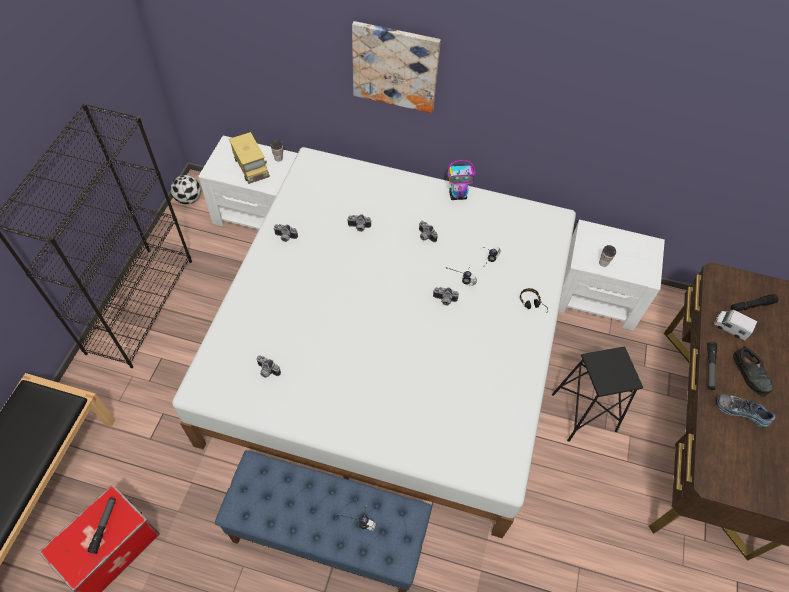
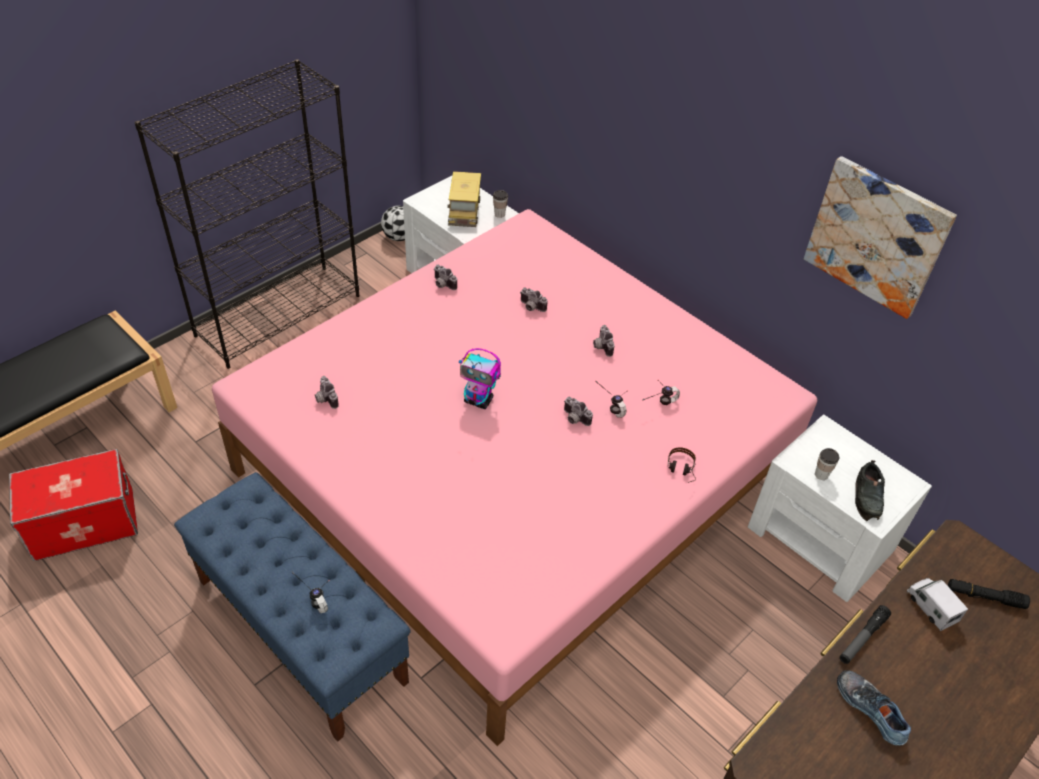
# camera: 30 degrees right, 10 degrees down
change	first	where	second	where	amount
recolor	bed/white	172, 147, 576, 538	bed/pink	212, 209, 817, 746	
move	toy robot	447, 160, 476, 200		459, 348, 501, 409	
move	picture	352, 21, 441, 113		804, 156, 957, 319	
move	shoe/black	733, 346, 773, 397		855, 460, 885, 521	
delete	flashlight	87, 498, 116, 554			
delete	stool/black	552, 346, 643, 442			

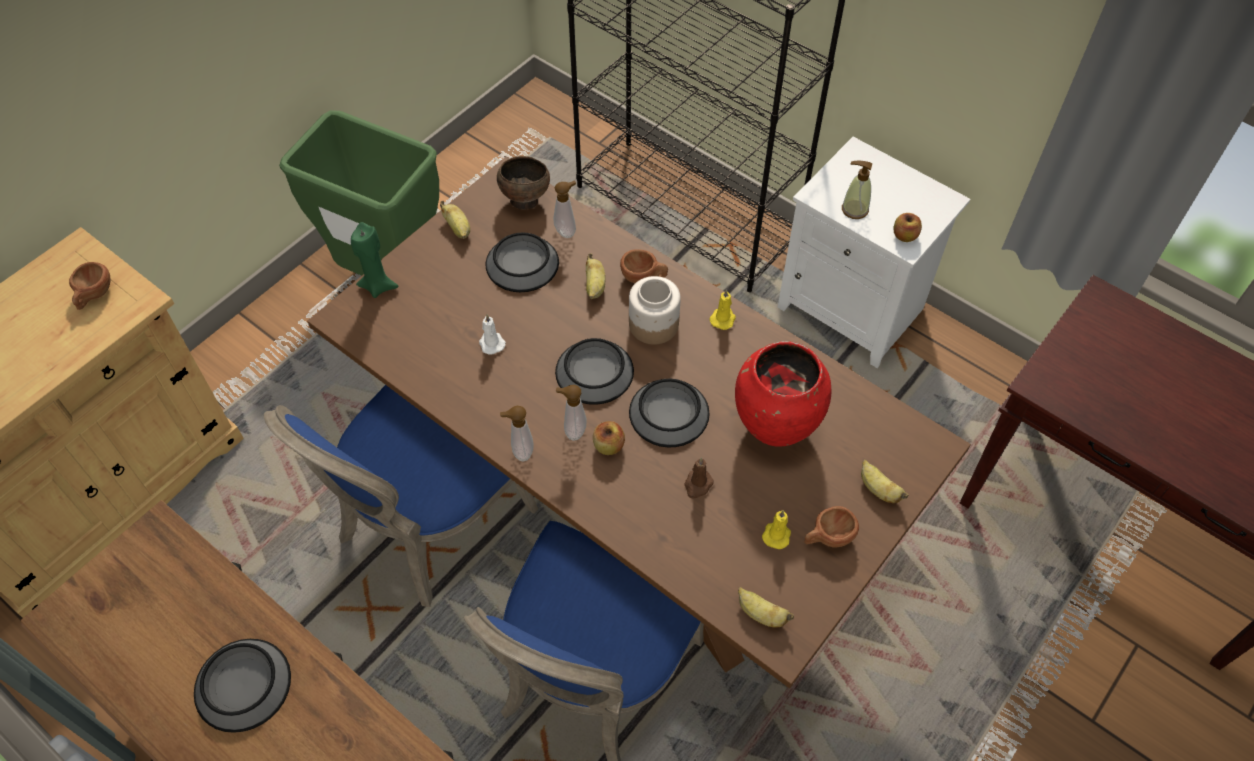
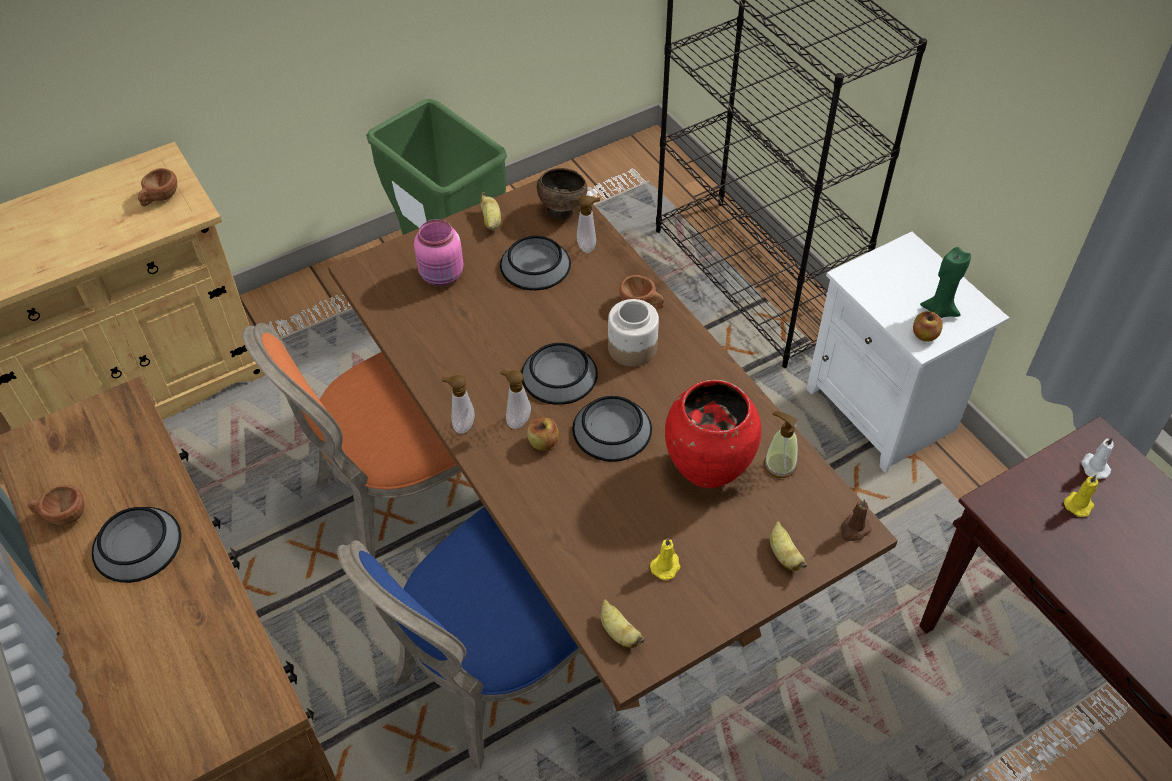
# camera: 20 degrees right, 5 degrees down
change	first	where	second	where	amount
move	cup/brown	804, 506, 859, 547		27, 485, 84, 525	
recolor	chair/blue	264, 385, 538, 607	chair/orange	242, 323, 461, 558	
insert			jar/pink	414, 219, 463, 286	
move	soap dispenser	842, 160, 872, 219		764, 411, 798, 478	
move	candle/brown	684, 457, 714, 499		841, 499, 871, 541	
move	candle/green	351, 222, 398, 298		920, 247, 971, 318	
move	candle/yellow	710, 289, 736, 330		1064, 475, 1098, 517	
move	candle/white	479, 315, 506, 355		1081, 437, 1114, 479	
delete	banana	586, 253, 606, 299			

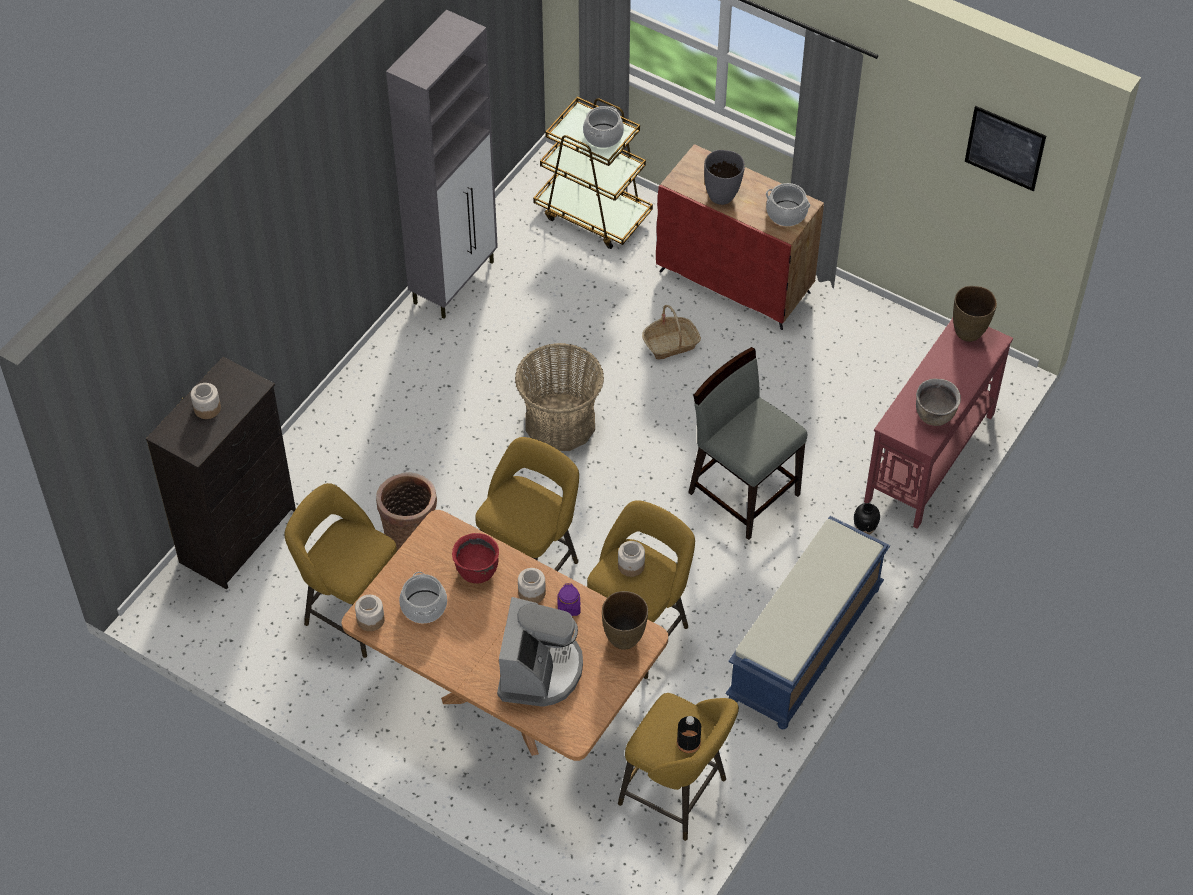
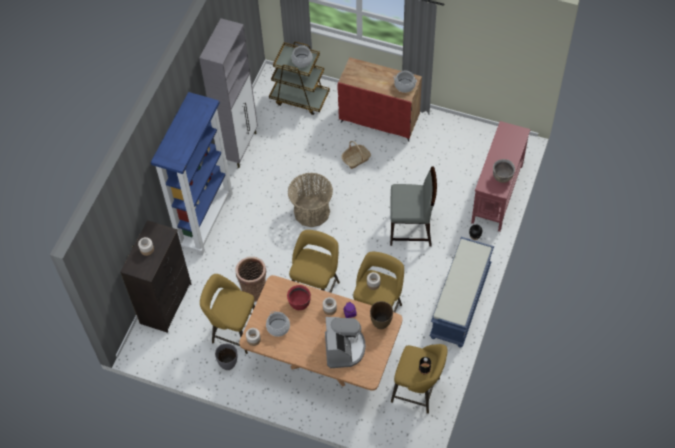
# camera: 10 degrees left, 5 degrees up
change	first	where	second	where	amount
insert			bookcase/blue	151, 92, 233, 256	
move	vase/grey	704, 150, 745, 205		215, 344, 237, 370	
rotate	chair/grey	688, 347, 807, 540		390, 166, 437, 246	150 degrees clockwise
delete	vase/brown	953, 286, 997, 342			
delete	picture	965, 106, 1046, 191			

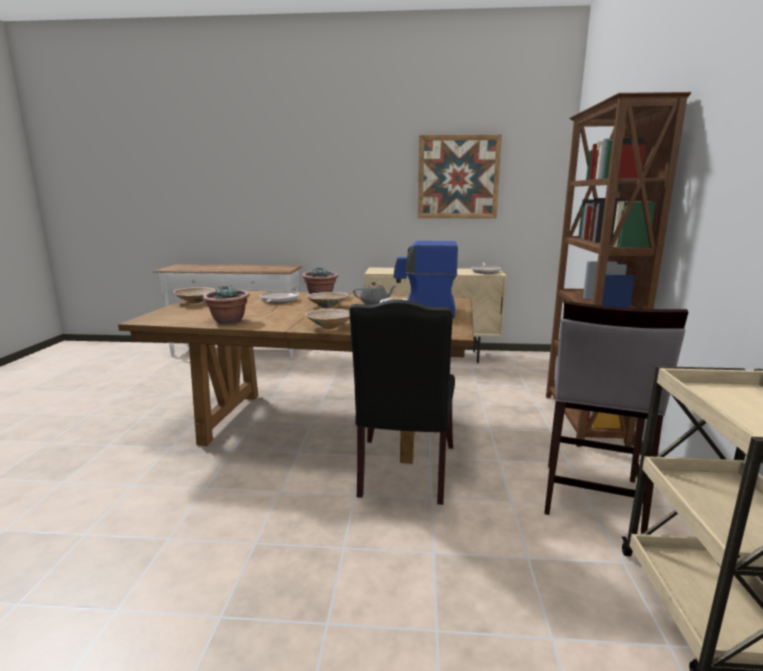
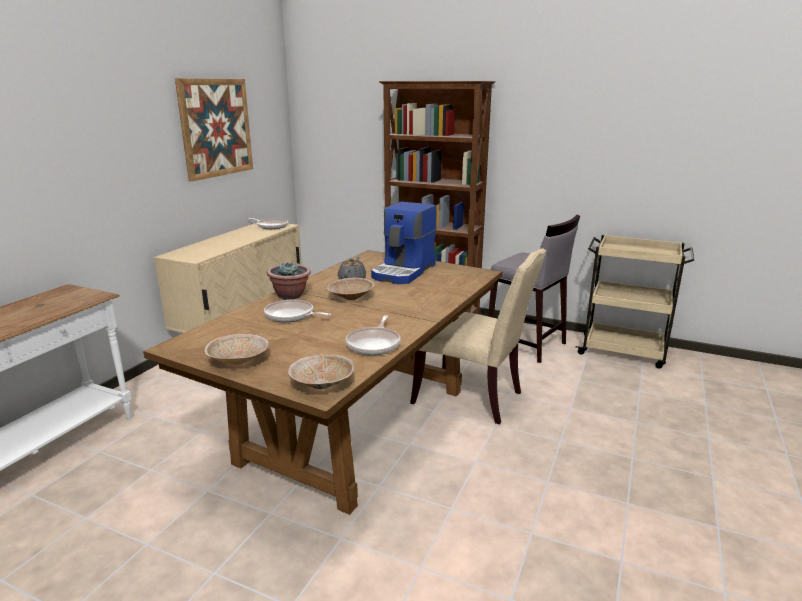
# camera: 70 degrees left, 5 degrees up
change	first	where	second	where	amount
move	bowl/beige	305, 309, 350, 329		288, 354, 354, 389	
replace	potted plant	203, 285, 250, 324	frying pan	346, 315, 401, 355	
recolor	chair/black	349, 300, 455, 505	chair/beige	410, 248, 546, 425	

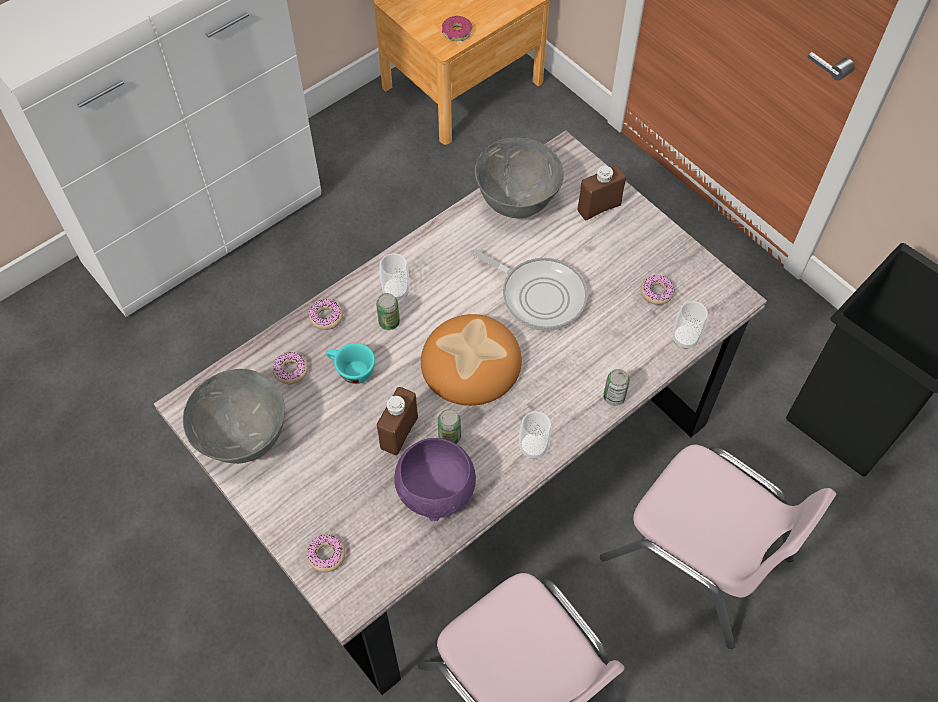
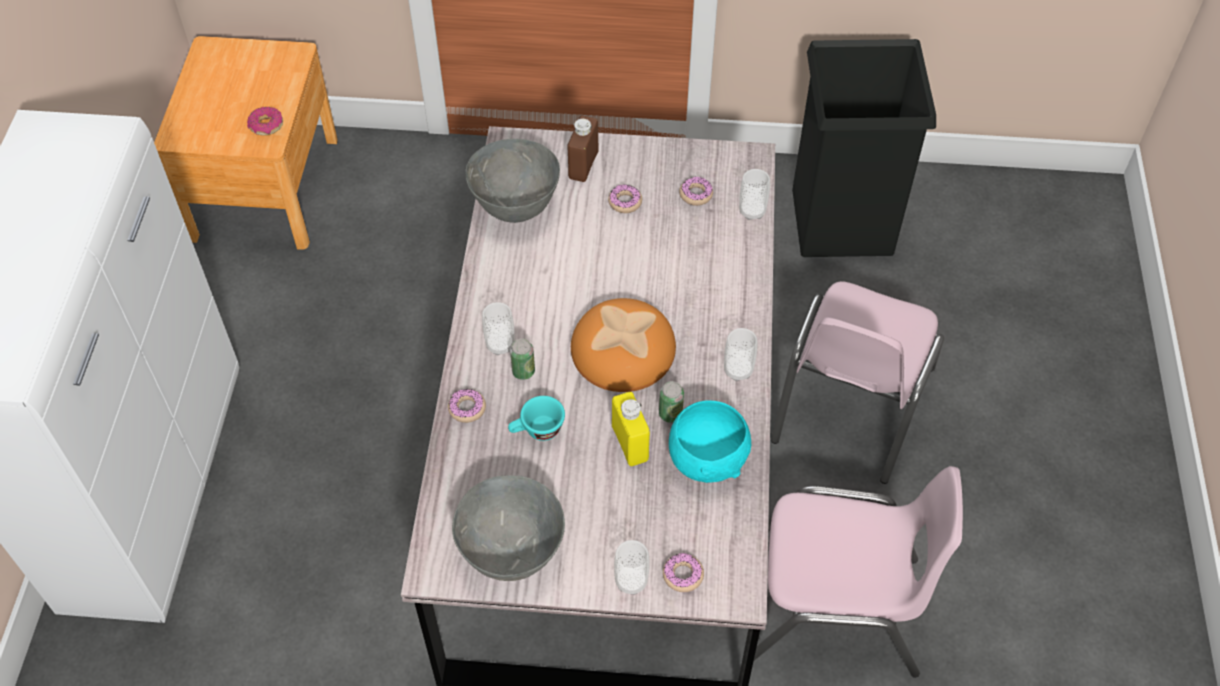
# camera: 45 degrees left, 5 degrees down
change	first	where	second	where	amount
move	donut	273, 352, 308, 384		608, 184, 642, 213	
recolor	bottle/brown	377, 387, 418, 455	bottle/yellow	612, 392, 650, 466	
insert			cup	614, 540, 650, 595	
recolor	bowl/purple	394, 438, 476, 521	bowl/turquoise	669, 400, 751, 483	
rotate	chair/pink	600, 445, 836, 649		771, 281, 944, 484	120 degrees clockwise
delete	frying pan	470, 249, 588, 331			
delete	can	603, 369, 630, 406			

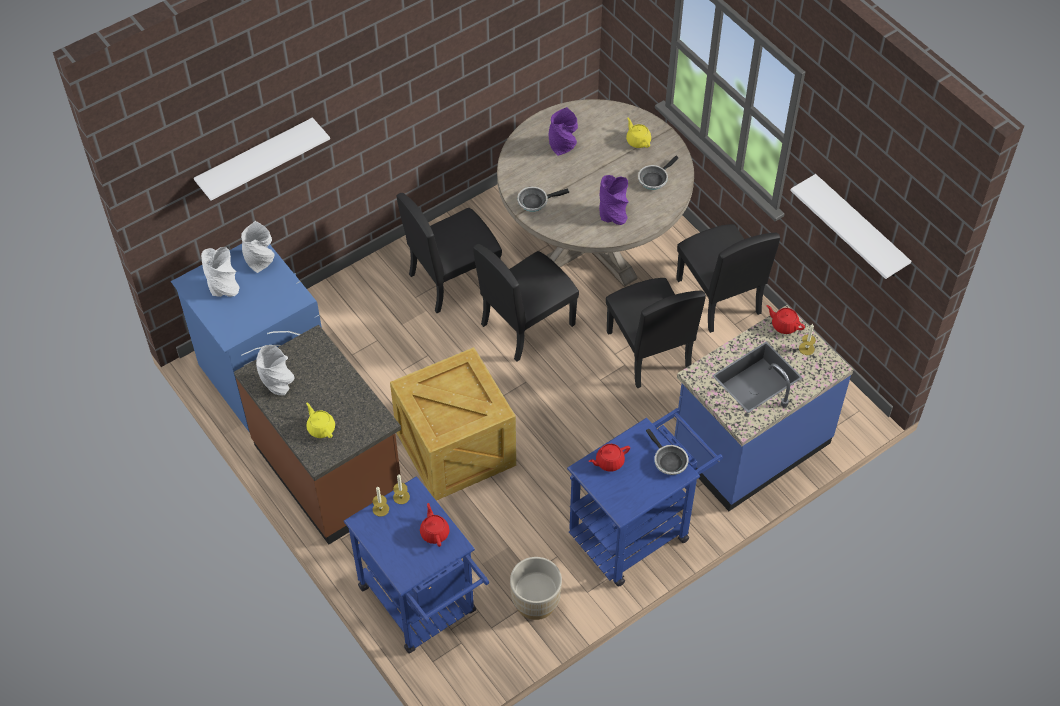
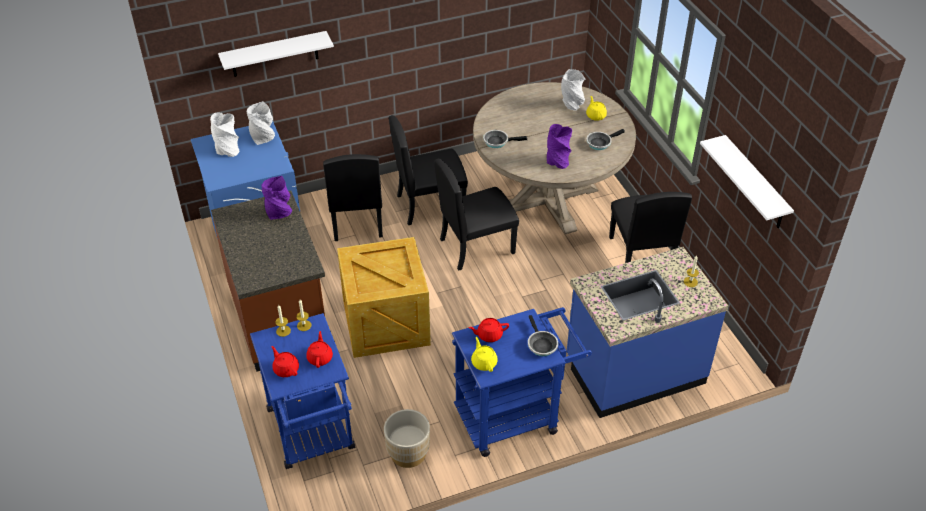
# camera: 15 degrees right, 10 degrees down
change	first	where	second	where	amount
move	vase/purple	549, 107, 578, 156		261, 176, 292, 220	
move	teapot/red	766, 305, 805, 334		271, 346, 299, 377	
move	chair/black	606, 278, 706, 388		323, 154, 383, 241	
move	teapot/yellow	306, 403, 335, 438		471, 337, 498, 372	
move	vase/grey	256, 345, 294, 395		561, 69, 585, 111	

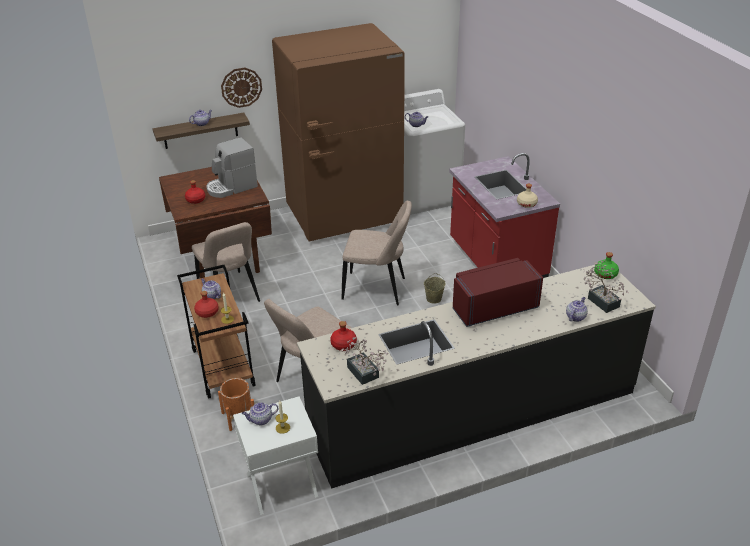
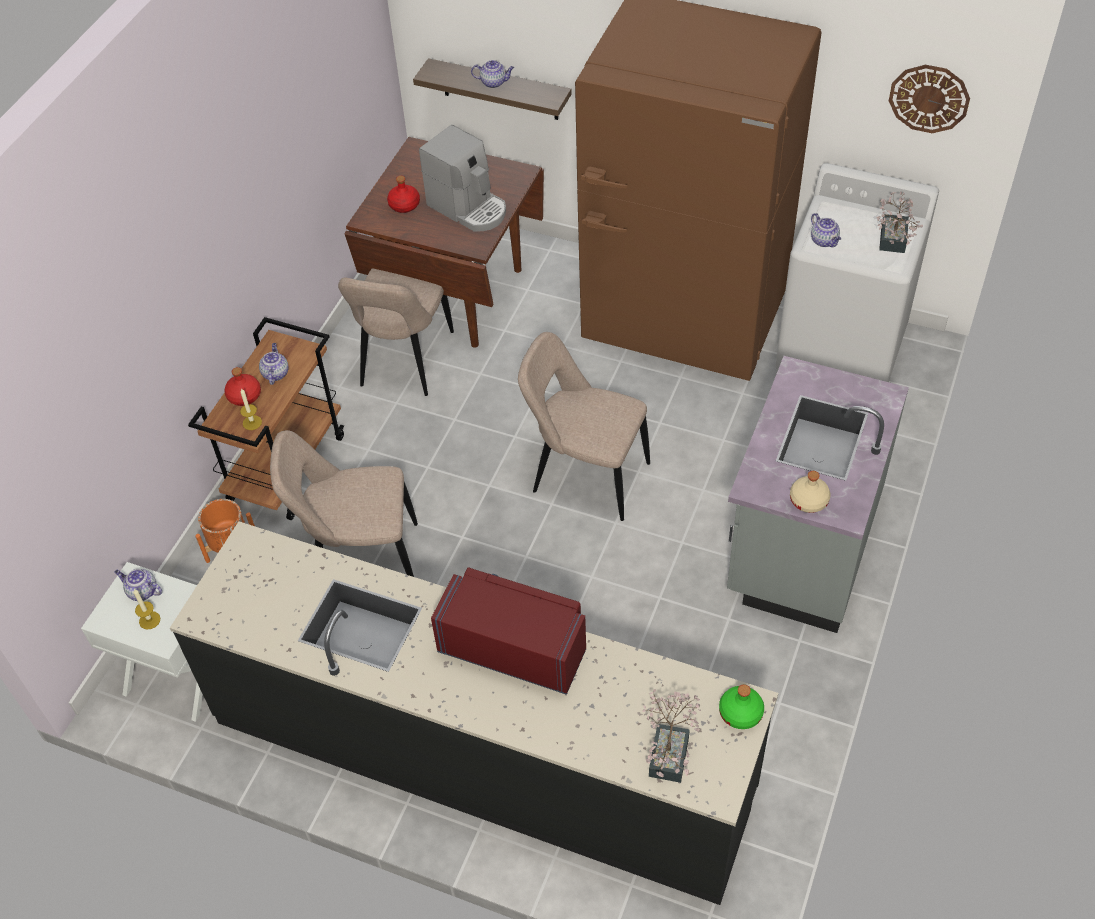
# camera: 45 degrees right, 15 degrees up
change	first	where	second	where	amount
rotate	coffee machine	206, 137, 258, 198		419, 125, 506, 232	150 degrees counterclockwise
rotate	chair/beige	342, 201, 412, 305		518, 332, 650, 521	150 degrees clockwise
recolor	counter/red	449, 153, 560, 278	counter/grey	727, 356, 909, 633	
move	potted plant	341, 337, 389, 385		876, 191, 923, 253	
move	wall clock	221, 68, 262, 108		889, 65, 970, 133	
delete	bottle/red	330, 321, 357, 351			
delete	bucket/beige	424, 273, 446, 304			
delete	teapot	566, 297, 588, 322			

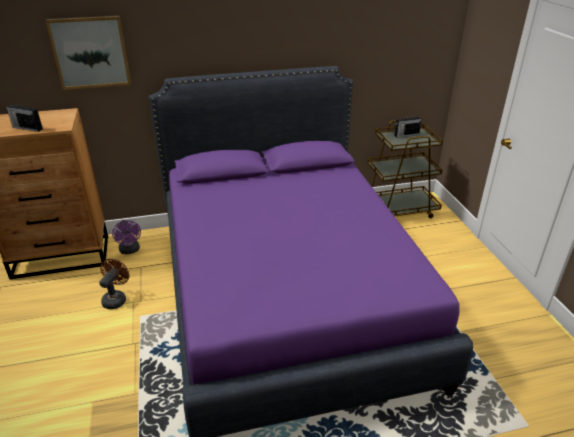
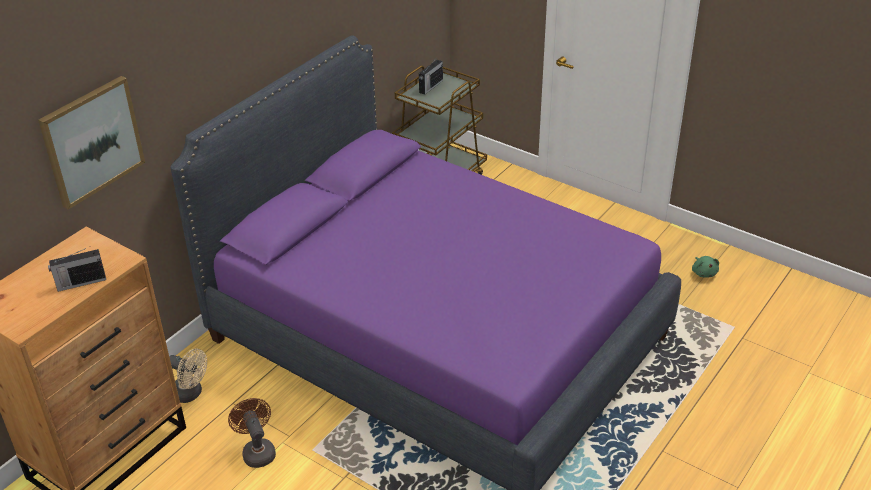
# camera: 40 degrees left, 5 degrees up
change	first	where	second	where	amount
recolor	fan/purple	112, 220, 141, 254	fan/beige	169, 349, 207, 403	
insert			plush toy/green	692, 256, 719, 278	

